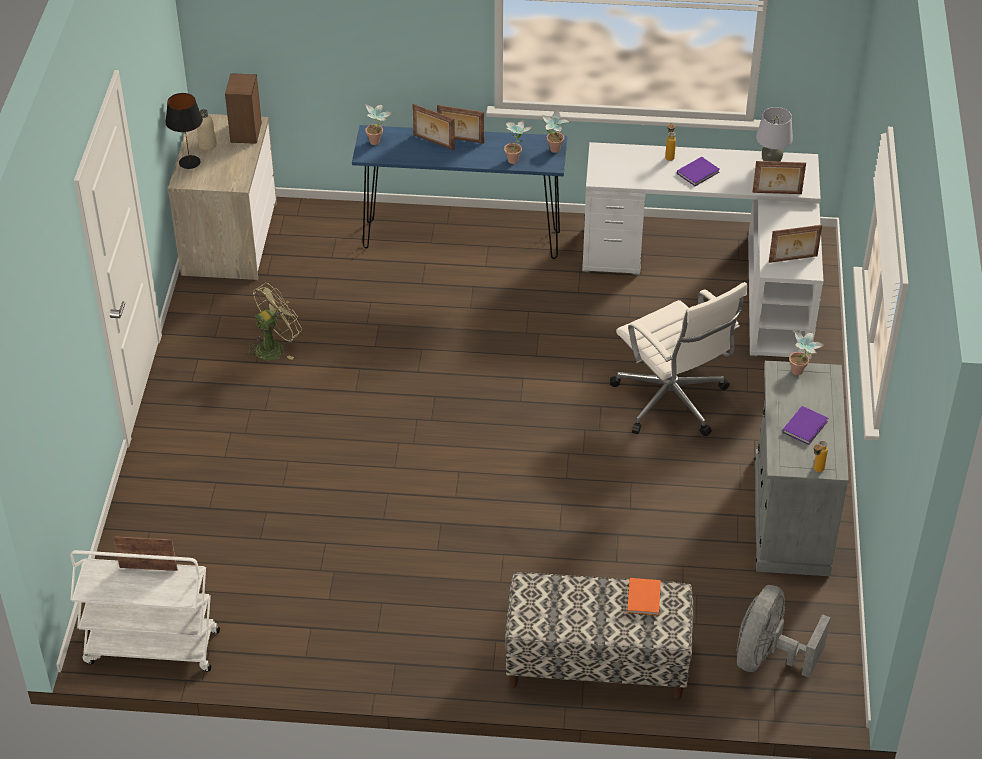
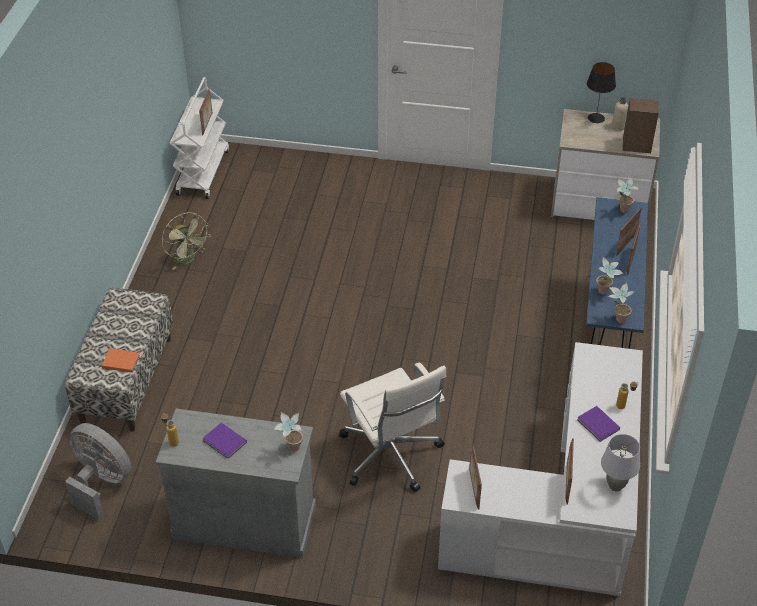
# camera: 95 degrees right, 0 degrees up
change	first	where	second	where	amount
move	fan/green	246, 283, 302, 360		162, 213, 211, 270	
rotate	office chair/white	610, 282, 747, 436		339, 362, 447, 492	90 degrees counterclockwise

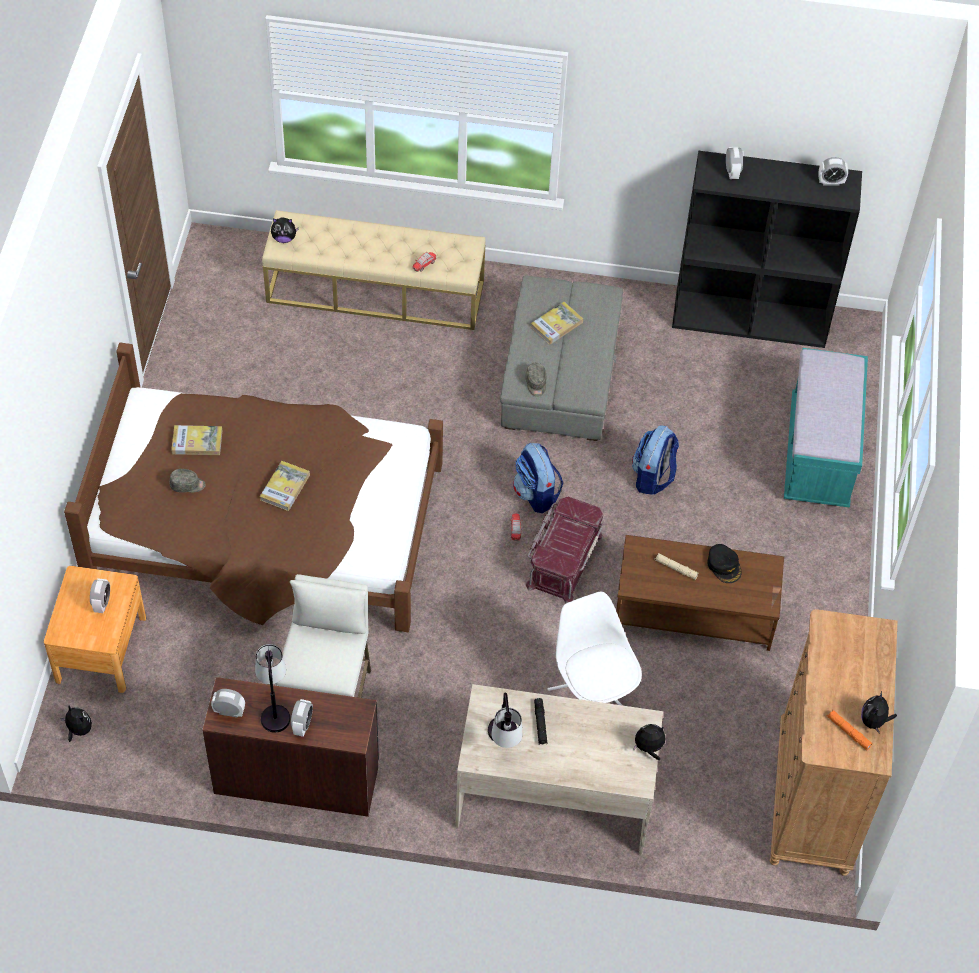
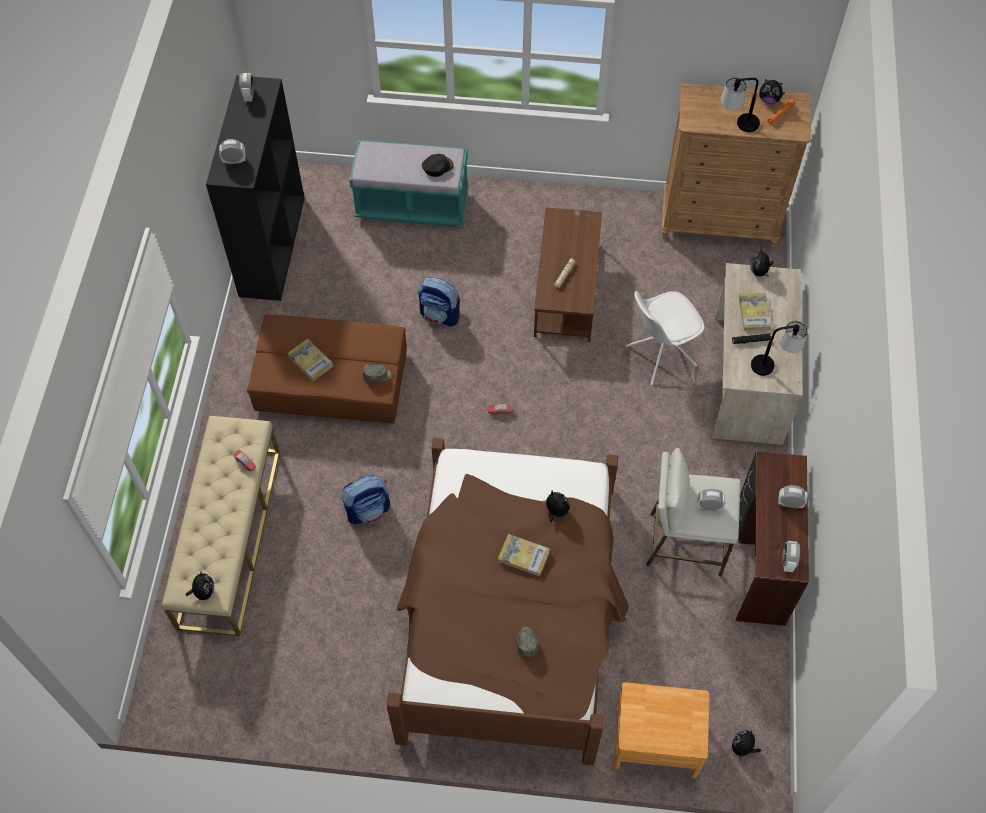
# camera: 90 degrees left, 5 degrees up
change	first	where	second	where	amount
recolor	ottoman/grey	500, 275, 623, 441	ottoman/brown	247, 315, 407, 424	
move	backpack	513, 443, 563, 513		342, 475, 390, 524	
move	cap/black	707, 544, 742, 583		422, 154, 453, 177	
insert			plush toy	542, 491, 569, 522	
move	alarm clock	90, 578, 110, 613		697, 489, 725, 511	
move	table lamp	255, 644, 290, 733		721, 77, 760, 132	
move	book	171, 425, 223, 455		738, 293, 771, 331	
delete	storage box/red	526, 497, 603, 603			

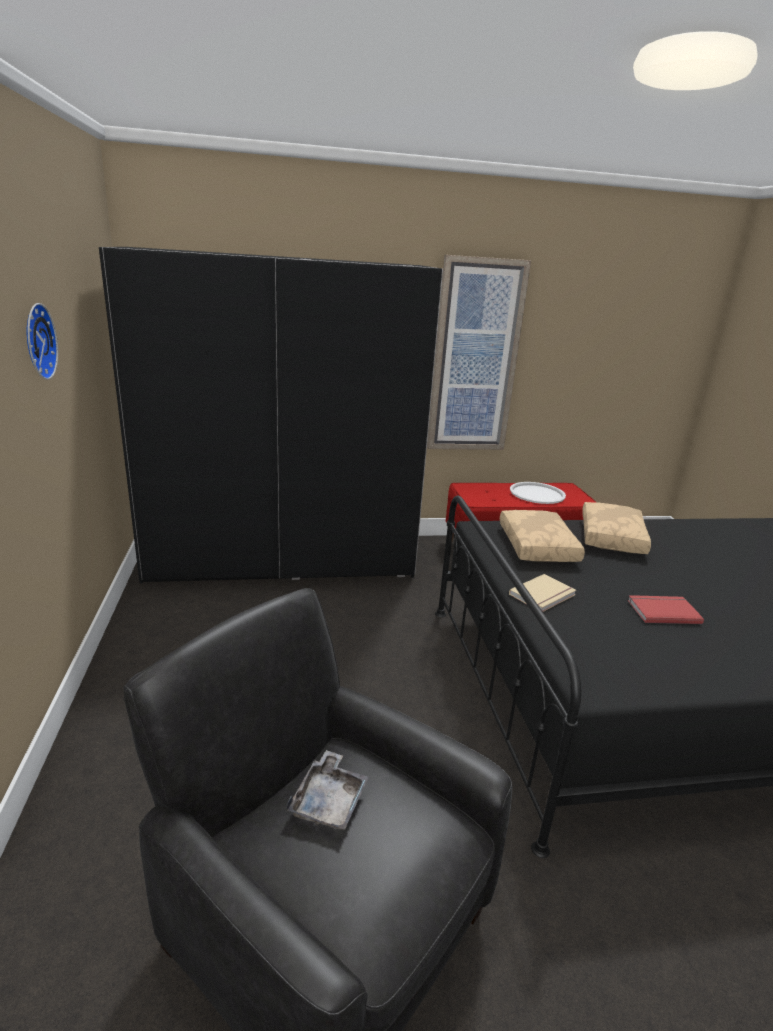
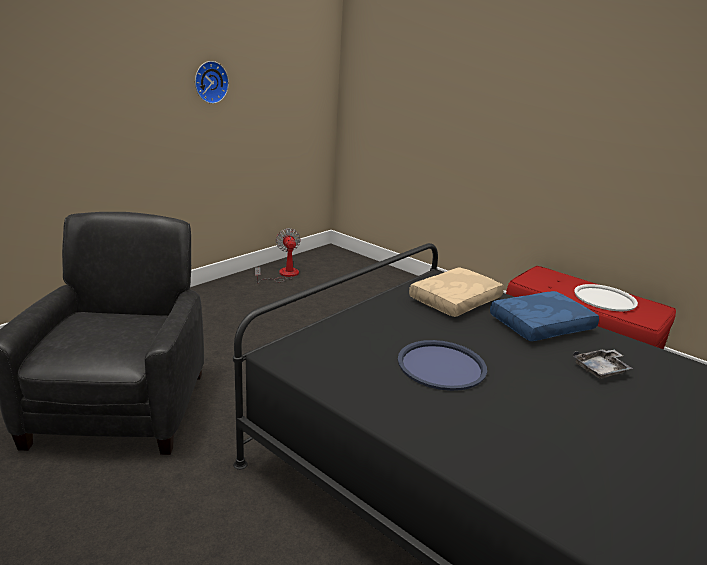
# camera: 50 degrees right, 0 degrees up
change	first	where	second	where	amount
insert			fan	255, 228, 301, 284	
replace	book/red	628, 595, 704, 624	tray/blue	398, 340, 487, 391	
recolor	pillow/beige	582, 502, 651, 554	pillow/blue	490, 291, 599, 341	
move	tray/grey	286, 750, 369, 830		573, 349, 633, 379	
delete	wardrobe/black	99, 247, 443, 584			
delete	picture	427, 255, 531, 450			
delete	book/beige	509, 574, 576, 612			

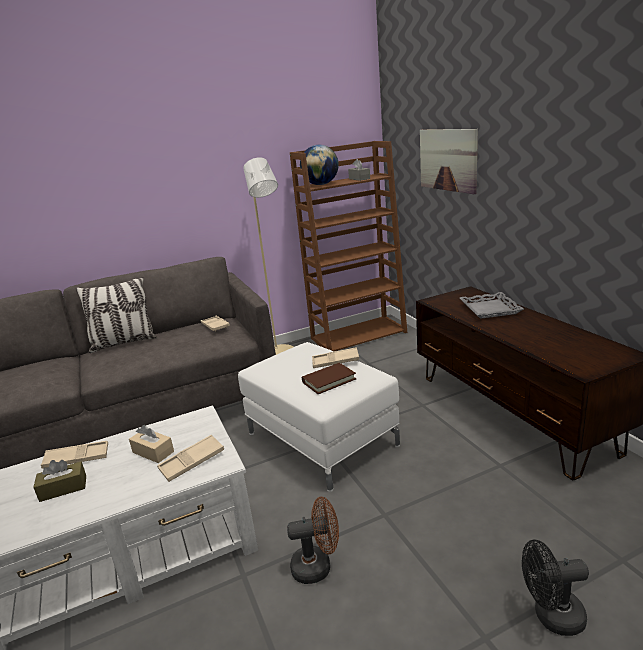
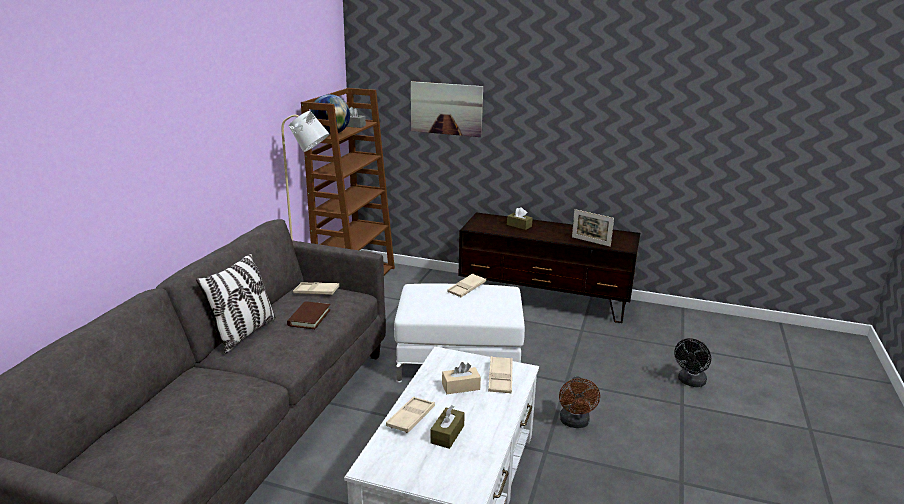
# camera: 50 degrees left, 0 degrees up
change	first	where	second	where	amount
move	book/brown	302, 363, 356, 394		287, 301, 331, 329	
replace	tray/grey	460, 292, 524, 319	tissue box/brown	507, 207, 533, 230	
rotate	fan/brown	287, 497, 339, 584		559, 376, 600, 428	150 degrees clockwise
insert			picture frame	572, 209, 614, 247	

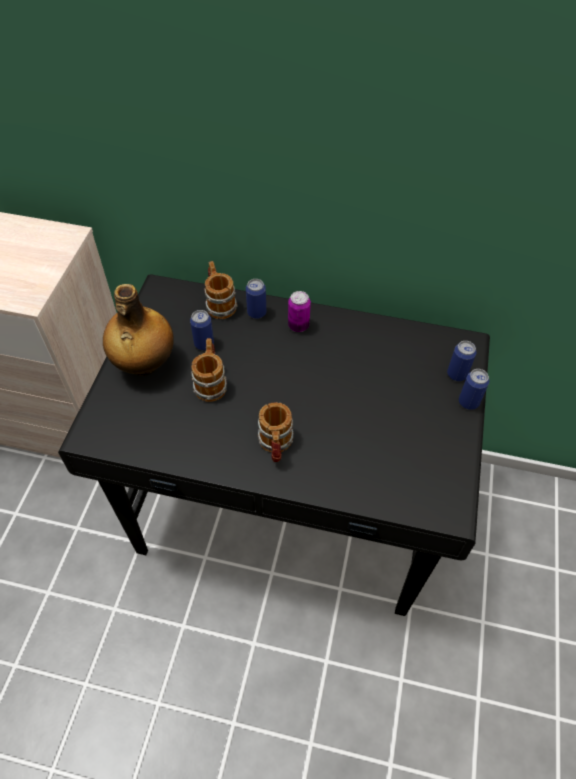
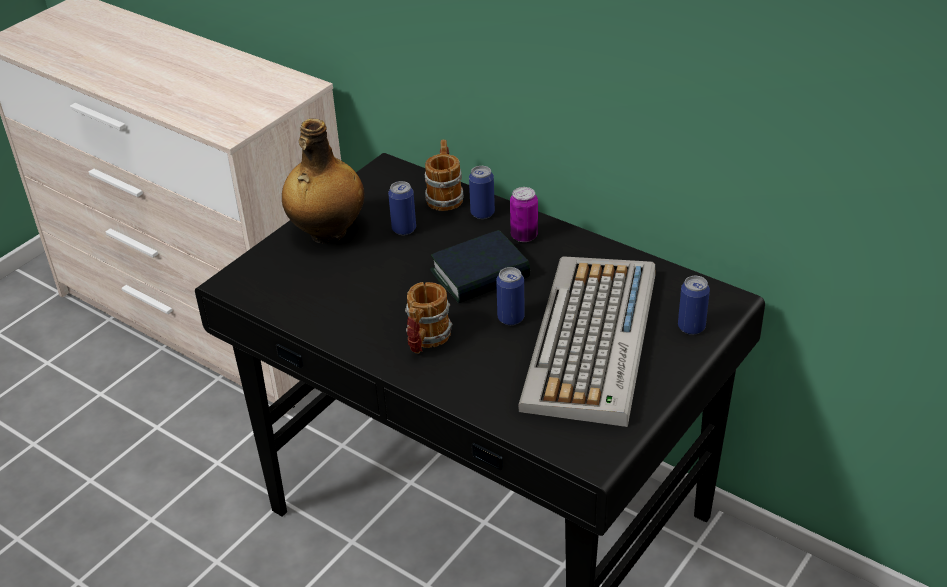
# camera: 25 degrees right, 15 degrees down
change	first	where	second	where	amount
insert			book	430, 230, 530, 303	
move	can	459, 369, 489, 410		496, 267, 525, 325	
insert			keyboard	518, 256, 655, 427	
delete	mug	191, 338, 227, 402			

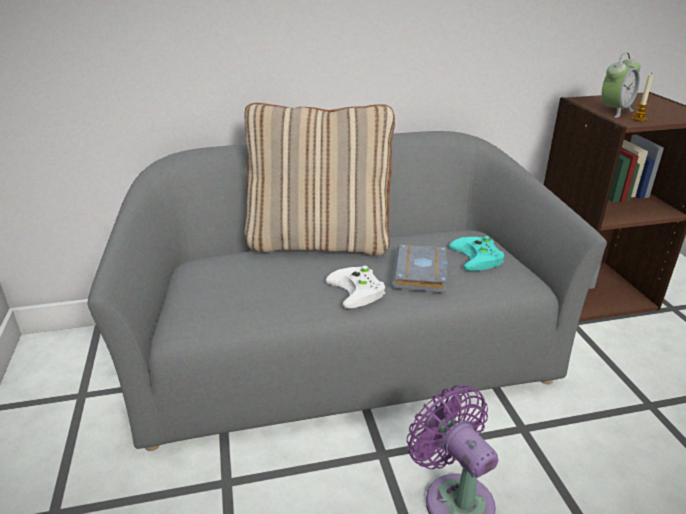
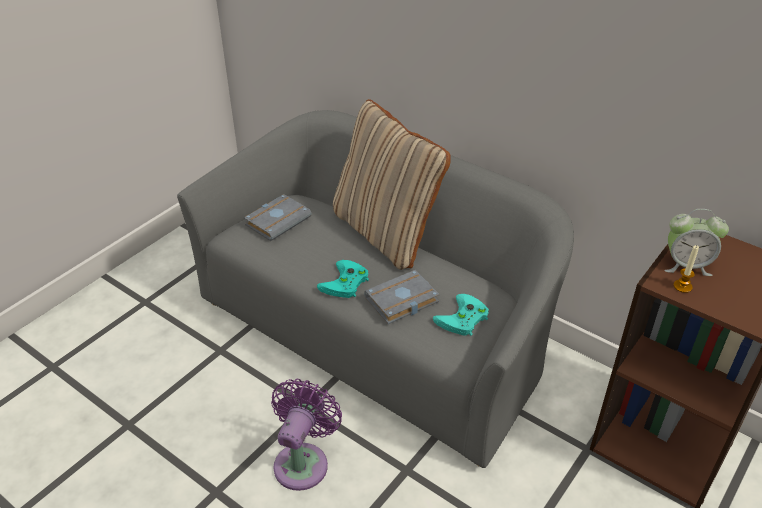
# camera: 50 degrees right, 10 degrees up
change	first	where	second	where	amount
insert			book/grey	244, 194, 312, 241	
recolor	game controller/white	325, 265, 385, 309	game controller/turquoise	317, 260, 369, 298	

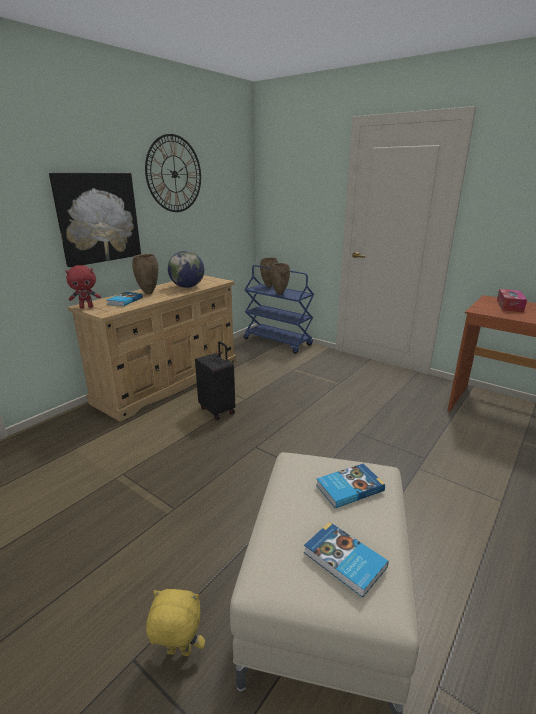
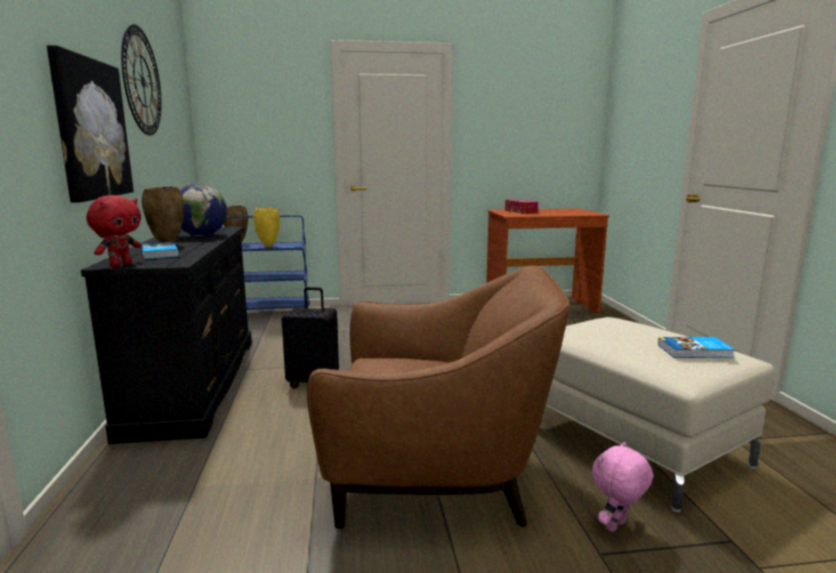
# camera: 45 degrees left, 10 degrees down
change	first	where	second	where	amount
recolor	dresser/beige	68, 275, 236, 422	dresser/black	81, 227, 252, 444	
recolor	vase/brown	270, 263, 290, 295	vase/yellow	253, 207, 280, 247	
insert			armchair/brown	307, 266, 570, 529	
recolor	plush toy/yellow	146, 589, 205, 656	plush toy/pink	592, 442, 653, 532	
delete	book	316, 463, 385, 508			

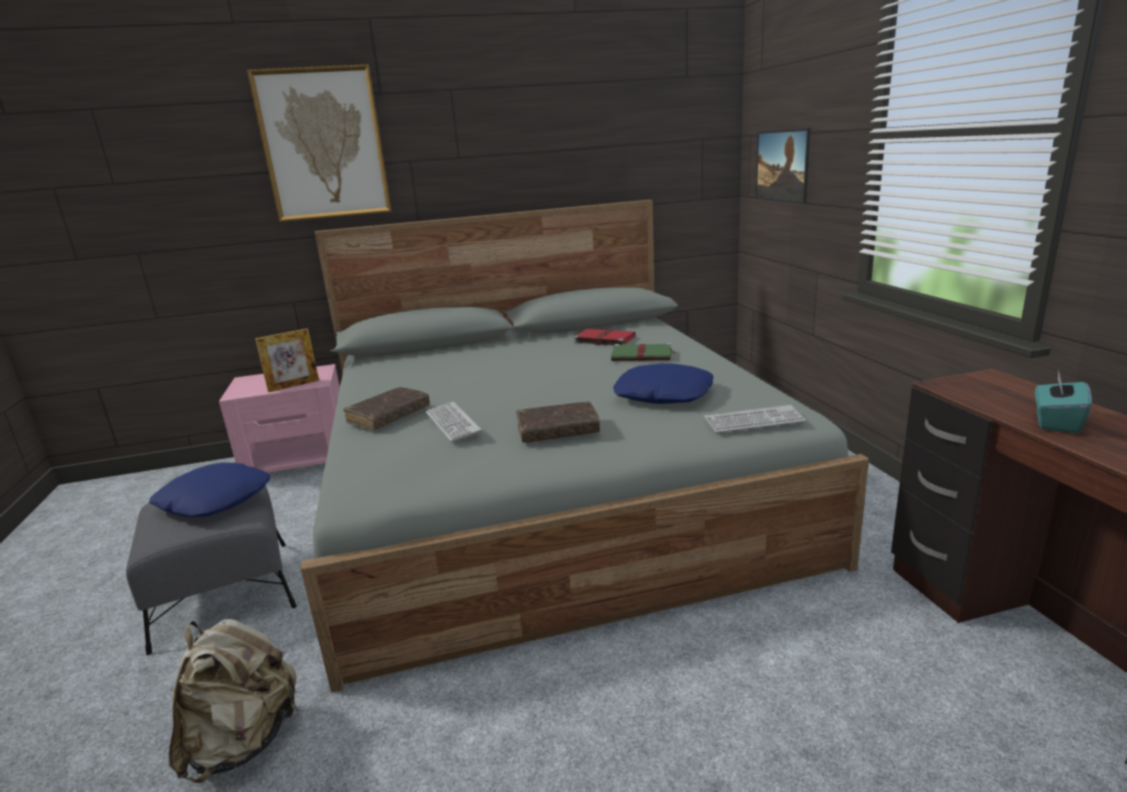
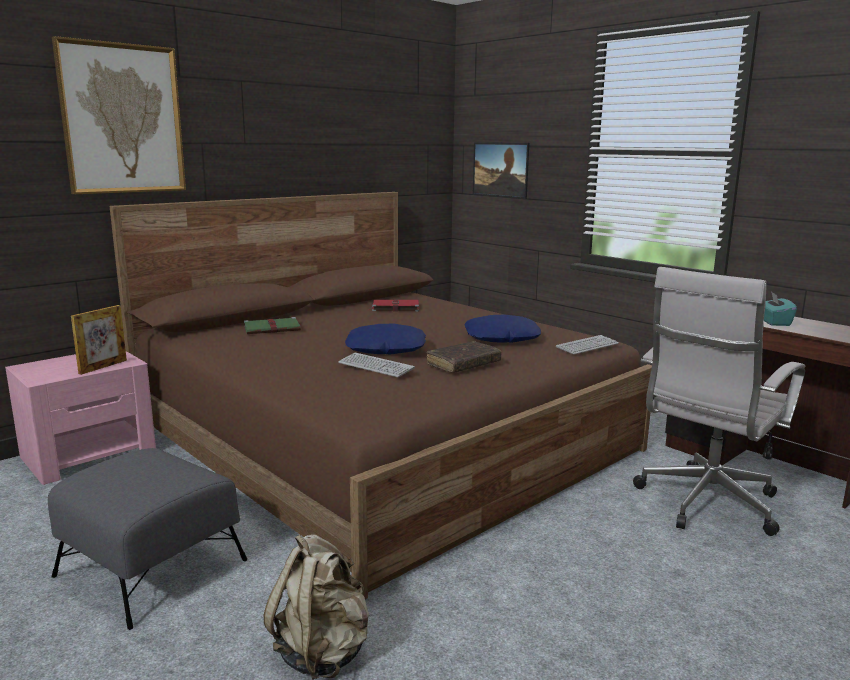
# camera: 30 degrees left, 5 degrees down
change	first	where	second	where	amount
recolor	bed/grey	301, 200, 869, 692	bed/brown	110, 192, 652, 599	
move	book/green	611, 343, 675, 361		244, 317, 301, 334	
move	pillow/blue	149, 463, 270, 517		345, 323, 426, 355	
insert			office chair/white	633, 267, 806, 536	
delete	book/brown	343, 387, 430, 430			

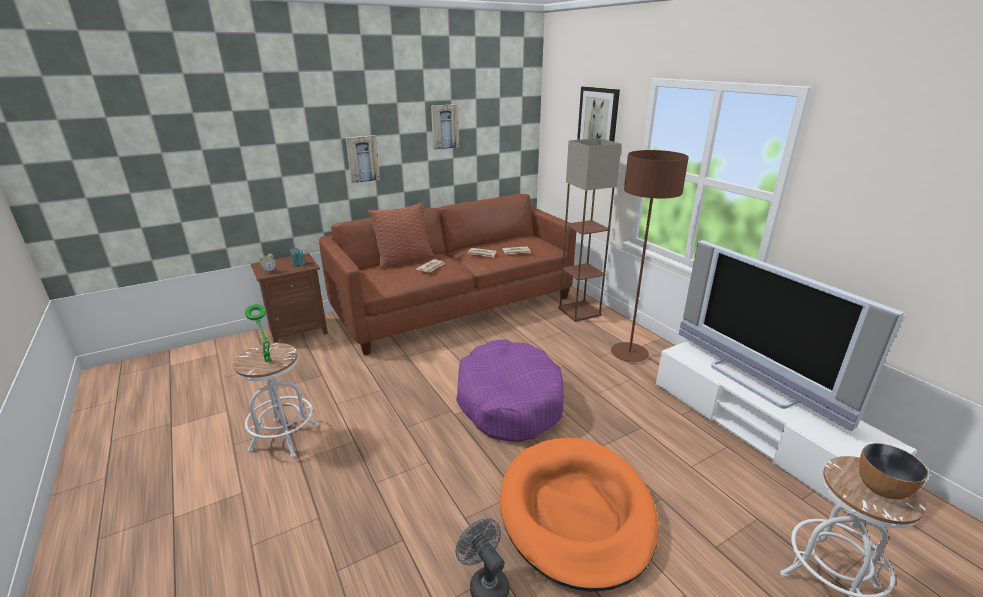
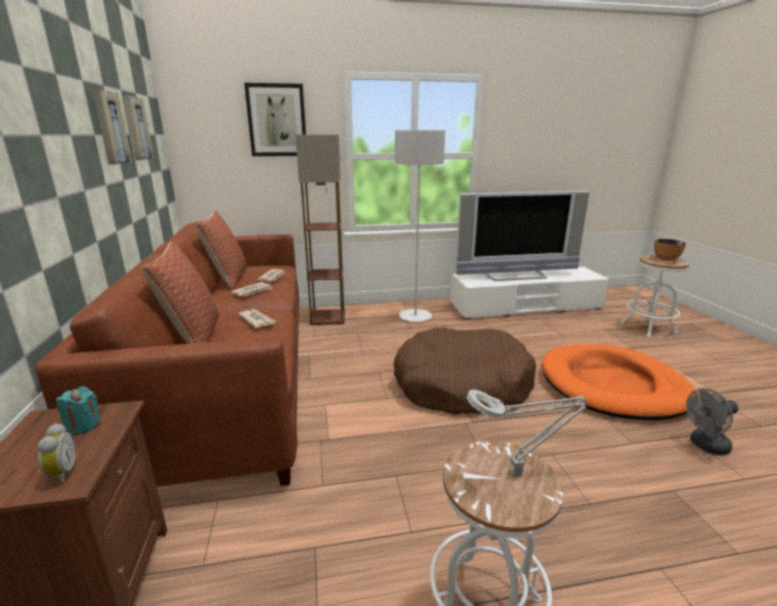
# camera: 70 degrees left, 5 degrees down
change	first	where	second	where	amount
move	picture	345, 135, 380, 183		123, 96, 154, 160	
insert			pillow	196, 211, 247, 289	
recolor	dog bed/purple	456, 340, 564, 442	dog bed/brown	394, 327, 536, 415	
recolor	floor lamp/brown	611, 150, 689, 362	floor lamp/grey	395, 130, 445, 322	
recolor	table lamp/green	245, 304, 272, 362	table lamp/grey	466, 389, 588, 477	

